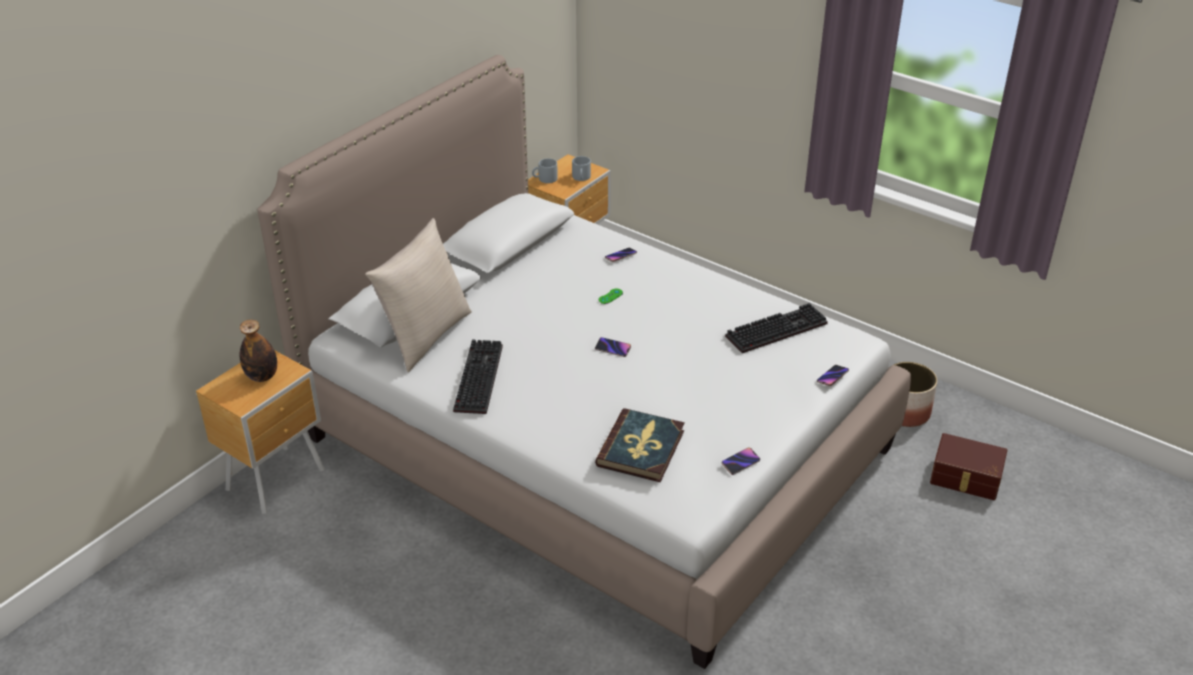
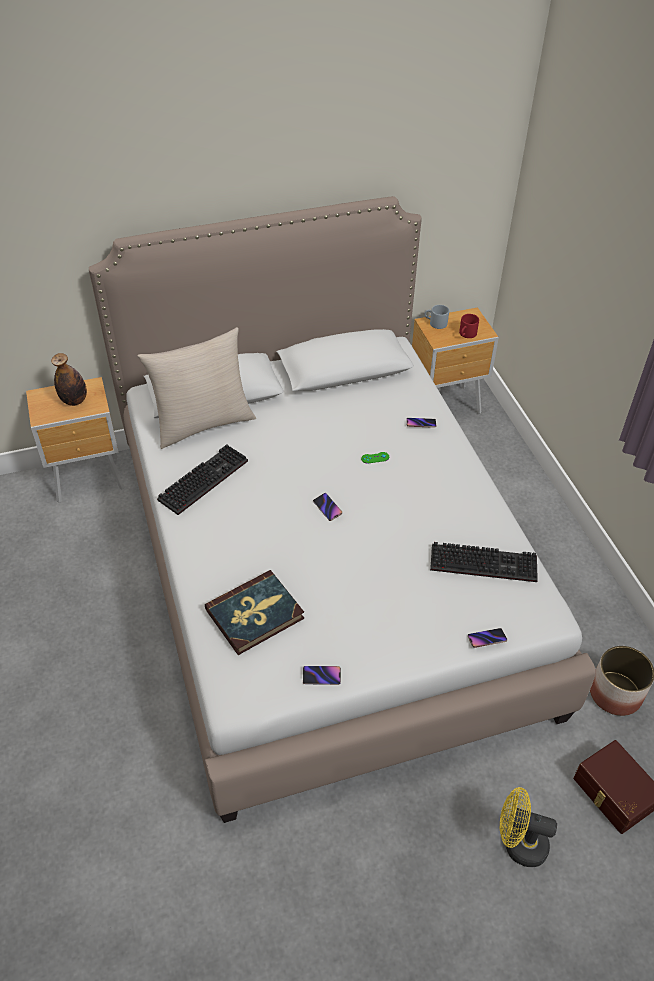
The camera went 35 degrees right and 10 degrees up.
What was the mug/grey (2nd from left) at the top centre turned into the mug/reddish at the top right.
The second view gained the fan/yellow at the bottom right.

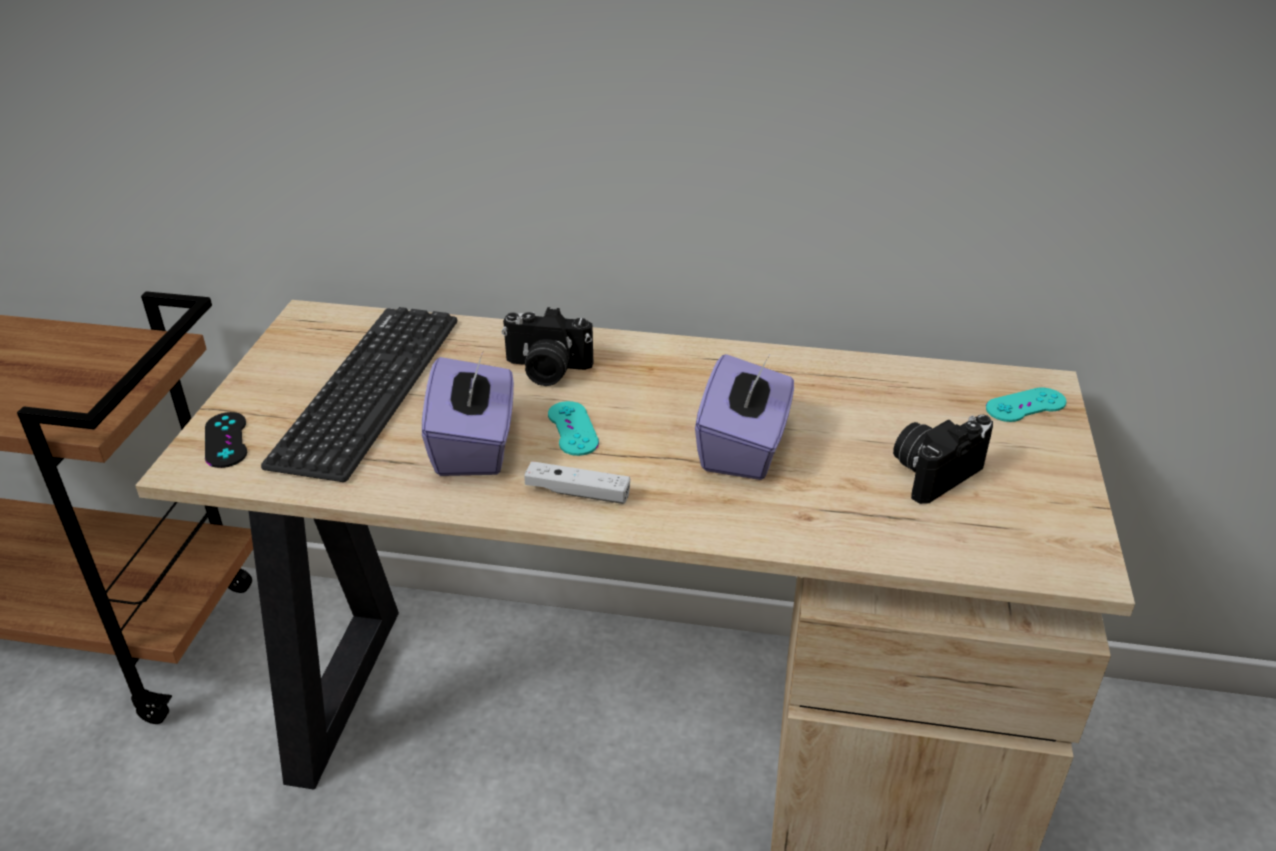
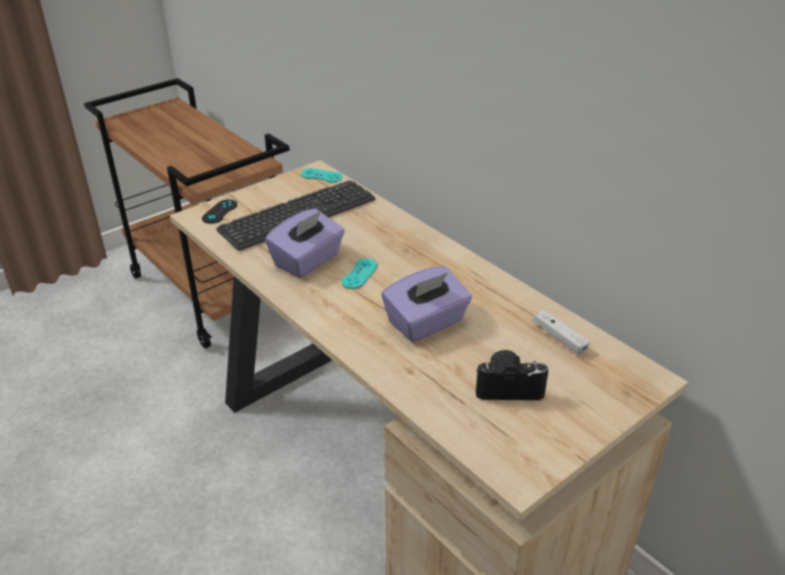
The camera went 40 degrees right and 0 degrees up.
The second view lost the photo camera (1st from left) at the centre.
The joypad/turquoise-coloured (2nd from left in the first image) ended up elsewhere, having gone from the middle right to the top centre.
The joypad/white ended up elsewhere, having gone from the centre to the middle right.

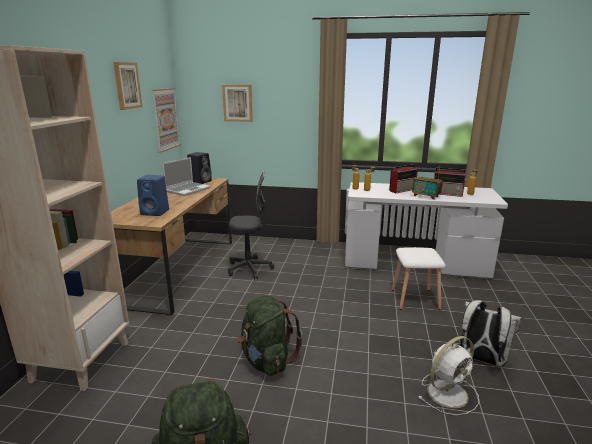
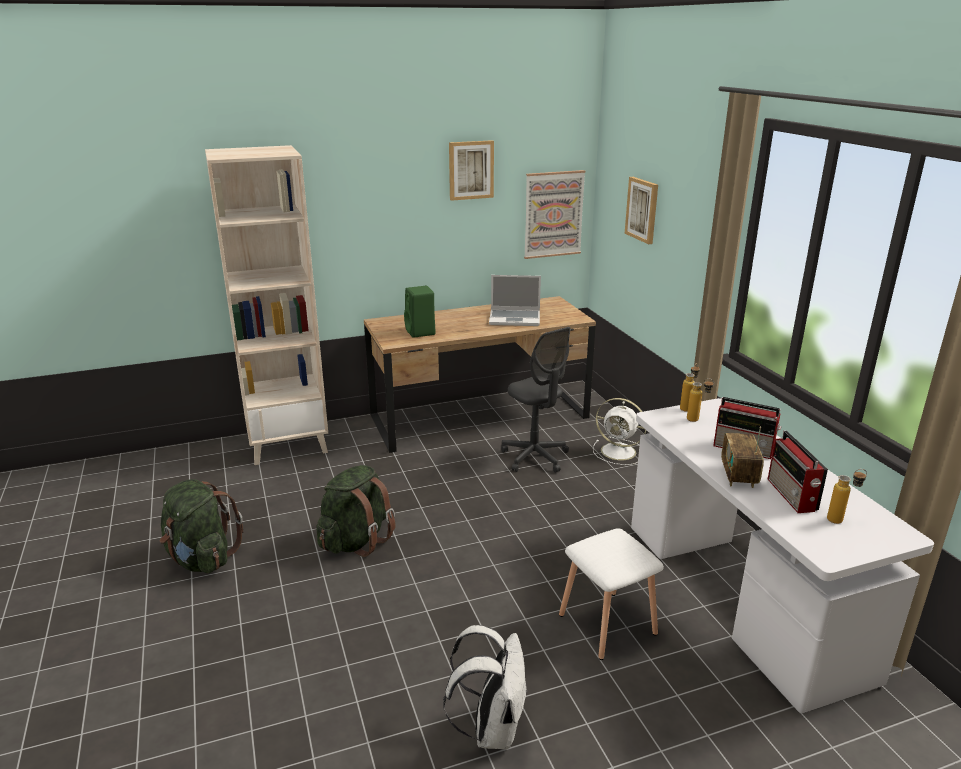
The camera went 60 degrees right and 5 degrees up.
The second view lost the speaker/black at the centre.
What was the speaker/blue-coloured at the middle left turned into the speaker/green at the centre.
The fan/white ended up elsewhere, having gone from the bottom right to the centre.

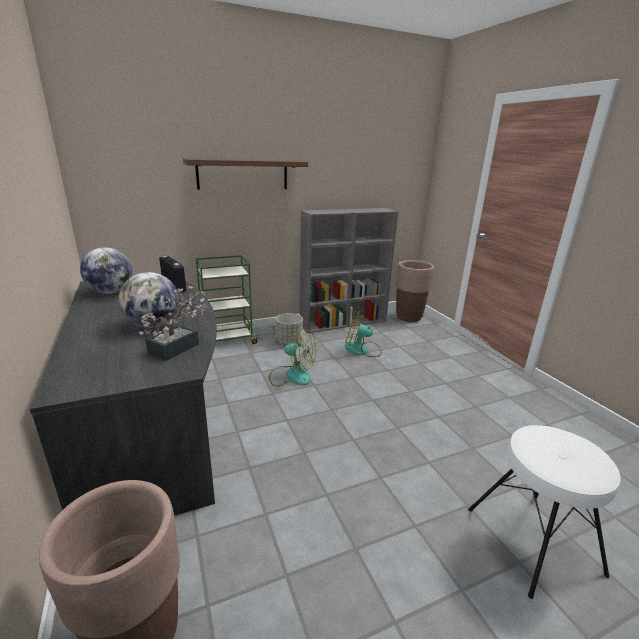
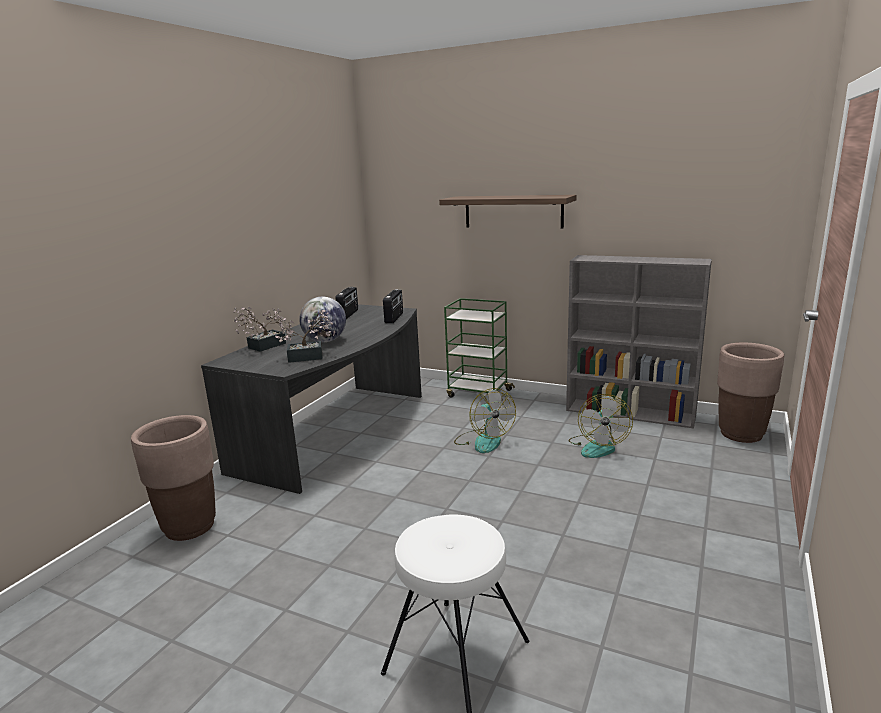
The camera went 50 degrees right and 5 degrees down.
Where the desk globe (1st from left) stood at the middle left, the radio receiver (1st from left) came to stand at the centre.
The fan (2nd from left) at the centre ended up facing another way, 135 degrees counterclockwise from before.
The second view lost the plant pot/grey at the centre.
The second view gained the houseplant (1st from left) at the middle left.

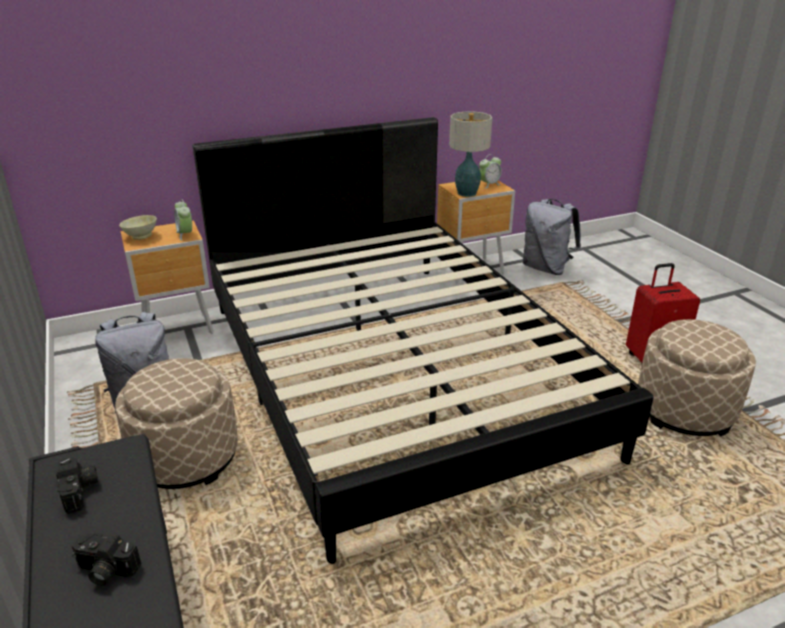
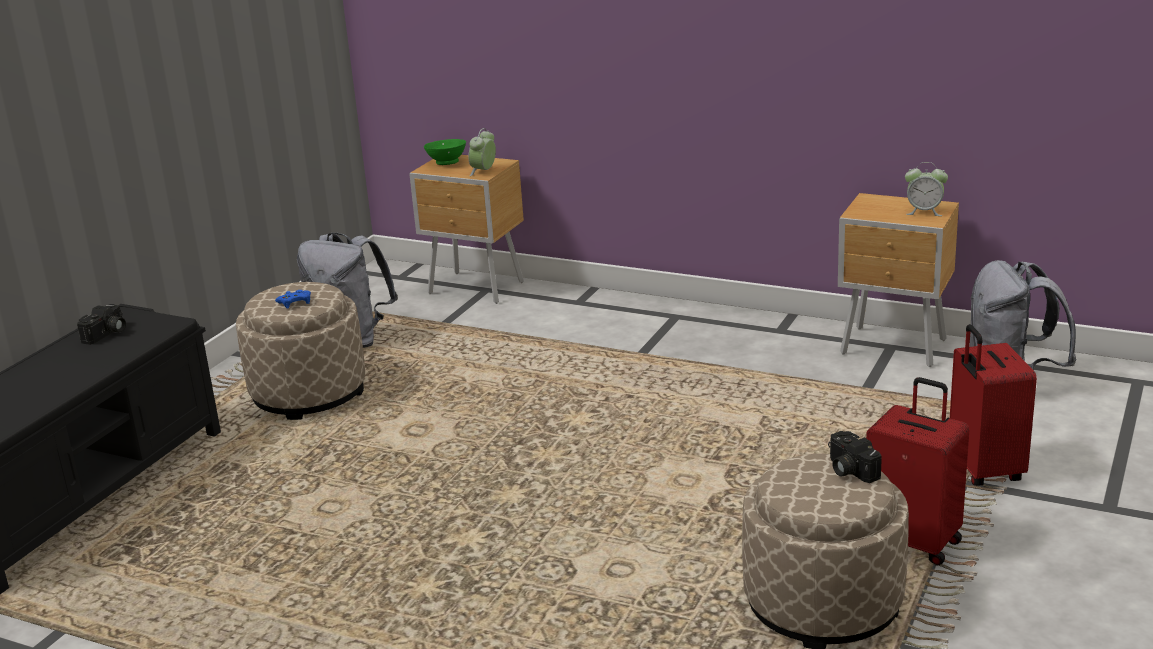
The camera went 50 degrees right and 5 degrees down.
The second view lost the table lamp at the top centre.
The second view lost the sleeping bed/black at the centre.
What was the deep dish/beige at the middle left turned into the deep dish/green at the top centre.
The photo camera (2nd from left) ended up elsewhere, having gone from the bottom left to the bottom right.
The second view gained the joypad/blue-coloured at the middle left.
The second view gained the suitcase/reddish (2nd from left) at the middle right.

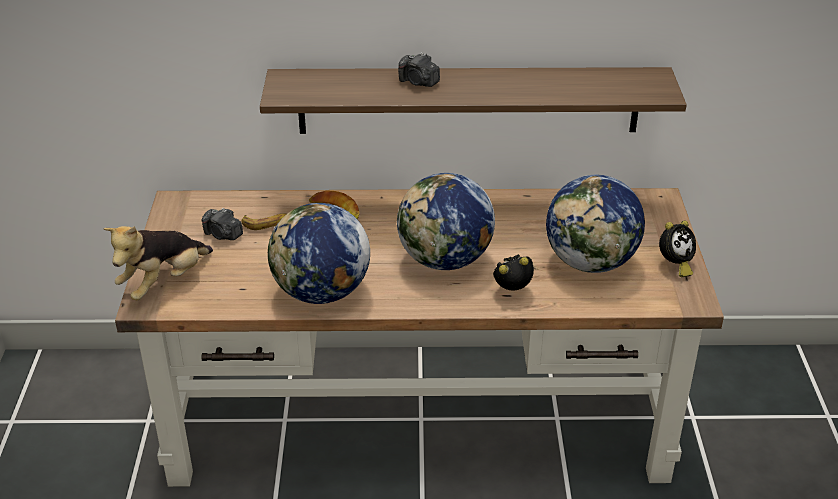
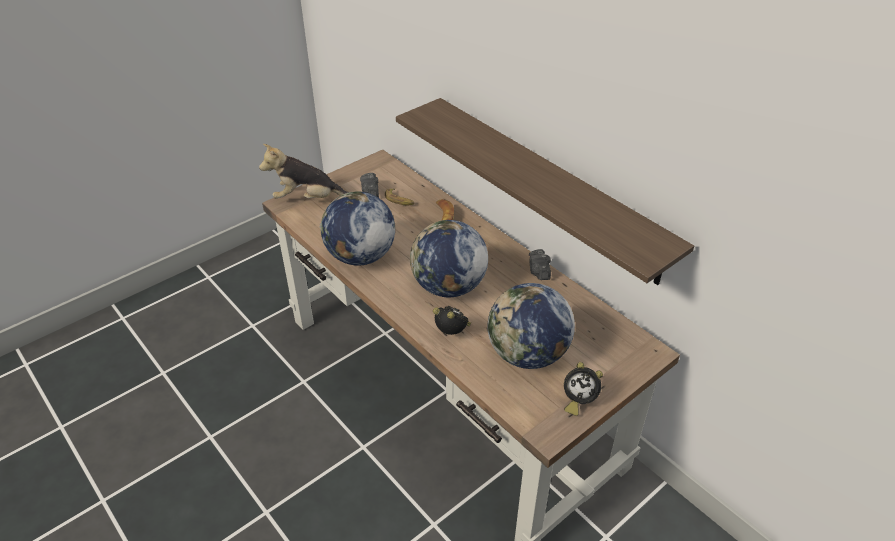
The camera went 50 degrees right and 5 degrees up.
The photo camera (2nd from left) ended up elsewhere, having gone from the top centre to the centre.

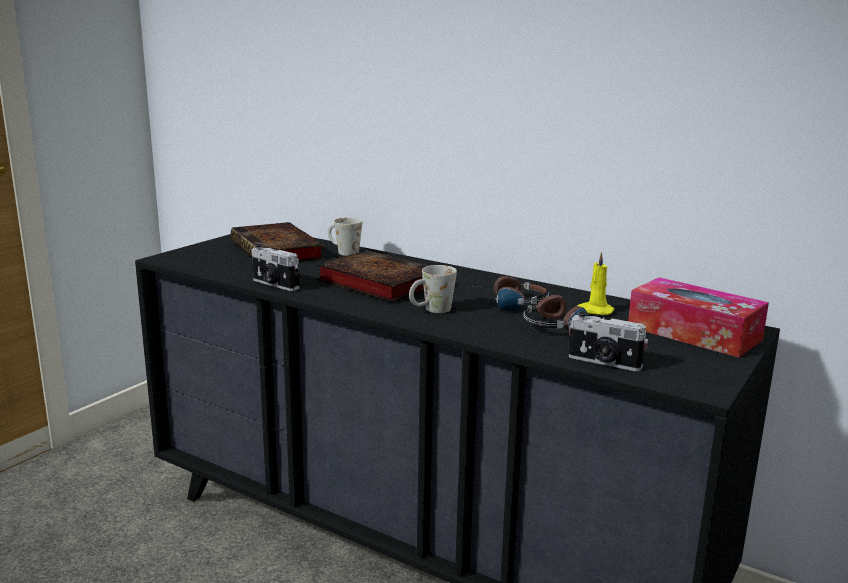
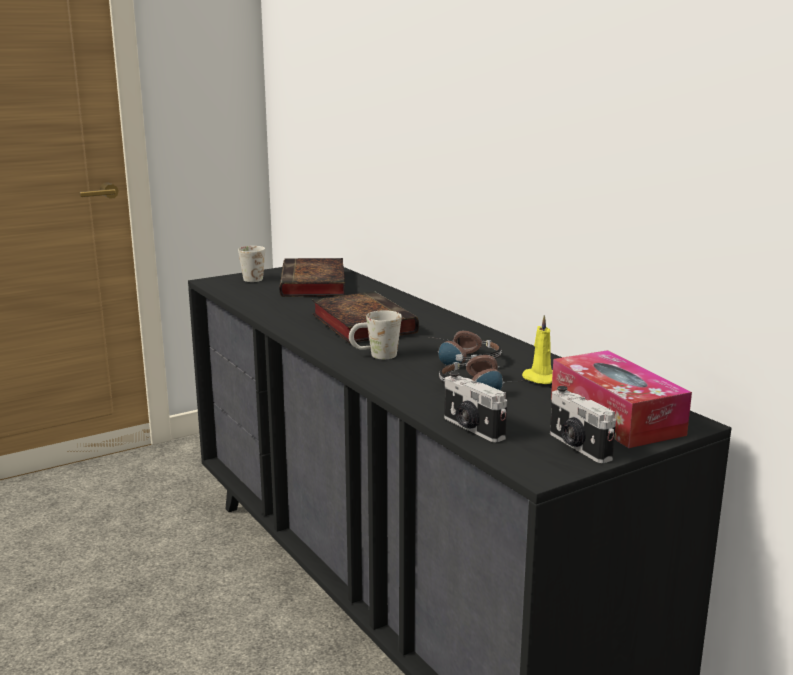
The camera went 25 degrees right and 0 degrees up.
The mug/white (1st from left) ended up elsewhere, having gone from the centre to the middle left.
The photo camera (1st from left in the first image) ended up elsewhere, having gone from the middle left to the middle right.

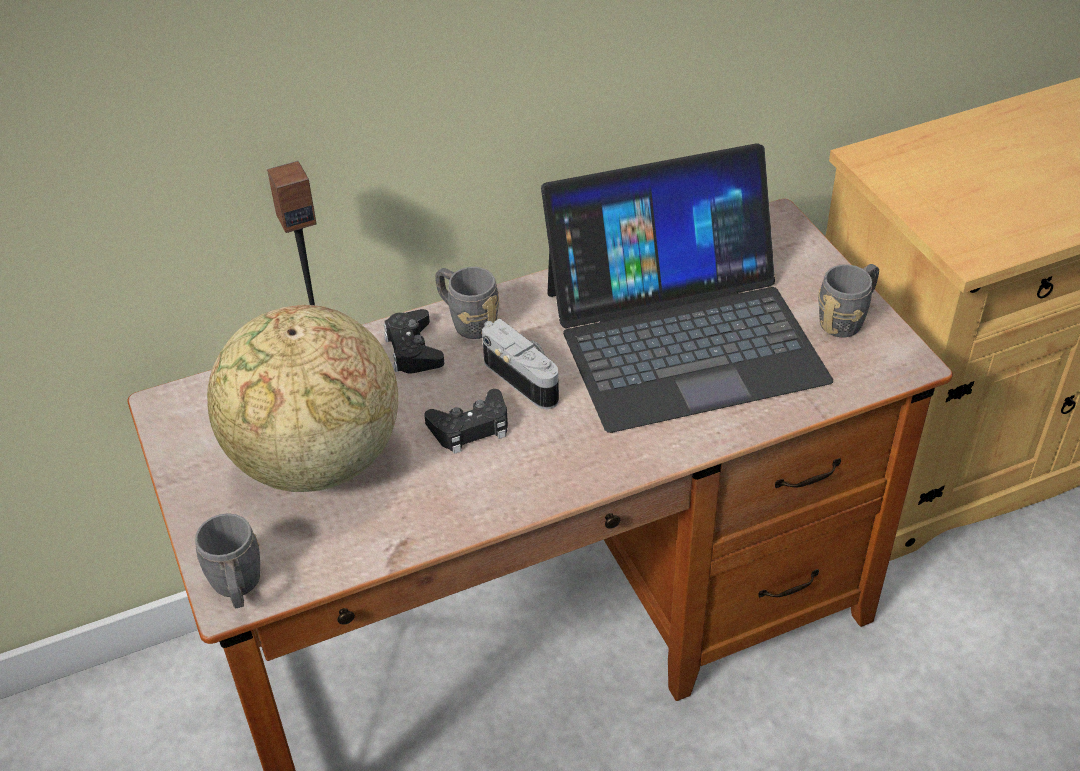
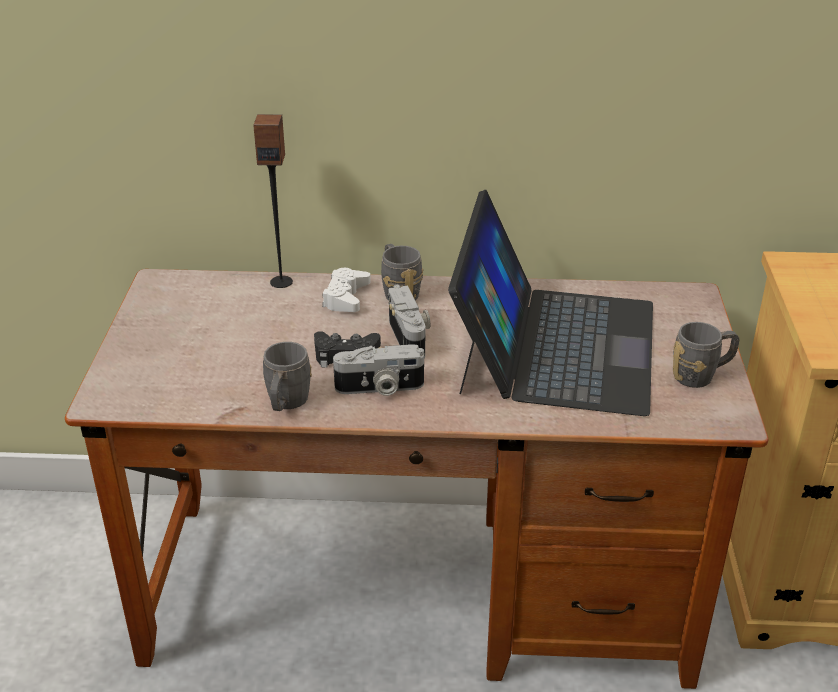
The camera went 25 degrees right and 10 degrees down.
The portable computer at the centre ended up facing another way, 90 degrees counterclockwise from before.
The second view lost the desk globe at the middle left.
What was the joypad/black (1st from left) at the centre turned into the joypad/white at the centre.
The mug/grey (1st from left) ended up elsewhere, having gone from the bottom left to the centre.
The second view gained the photo camera (1st from left) at the centre.

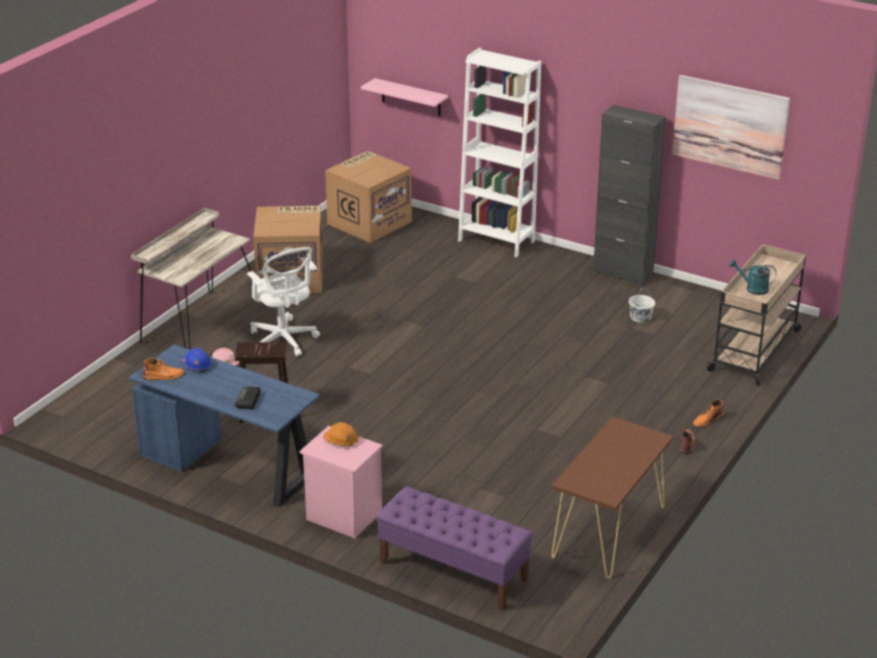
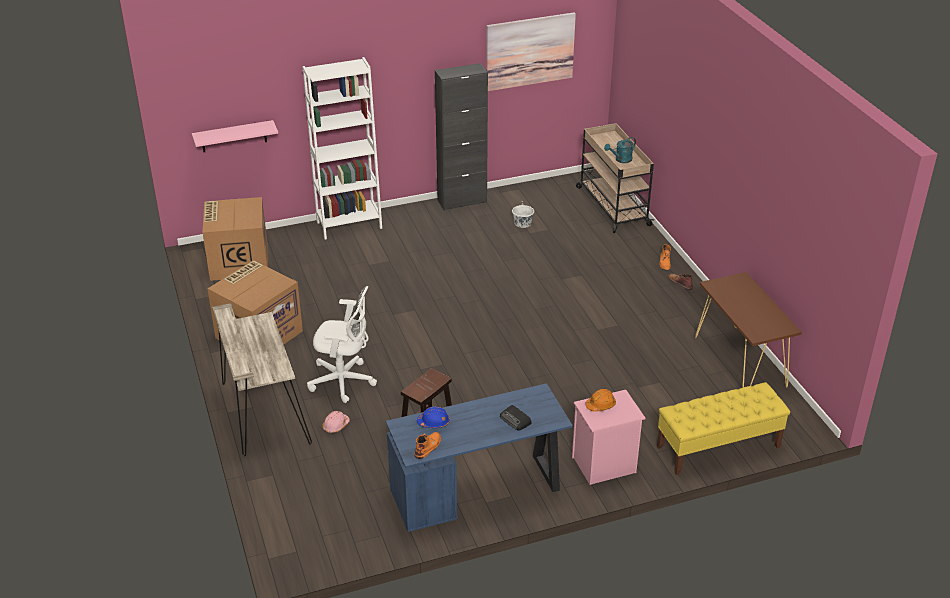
The camera went 50 degrees left and 5 degrees up.
What was the indoor bench/purple at the bottom centre turned into the indoor bench/yellow at the bottom right.

